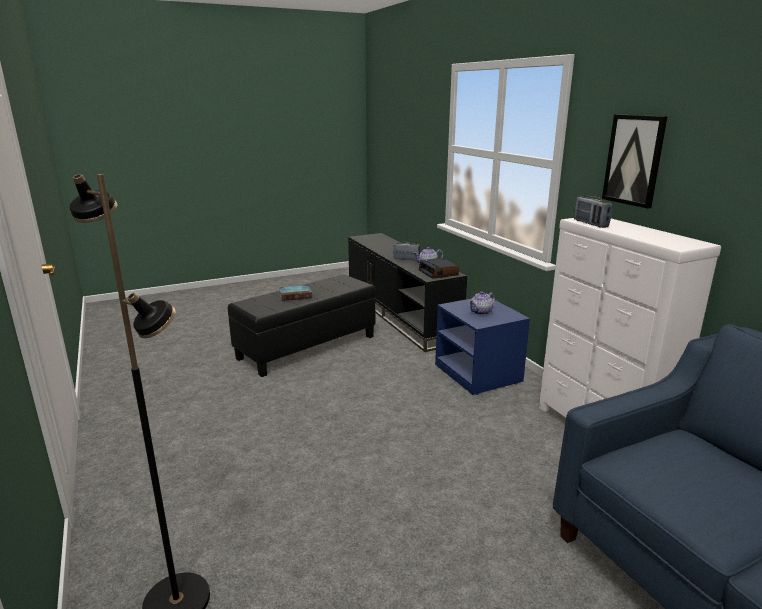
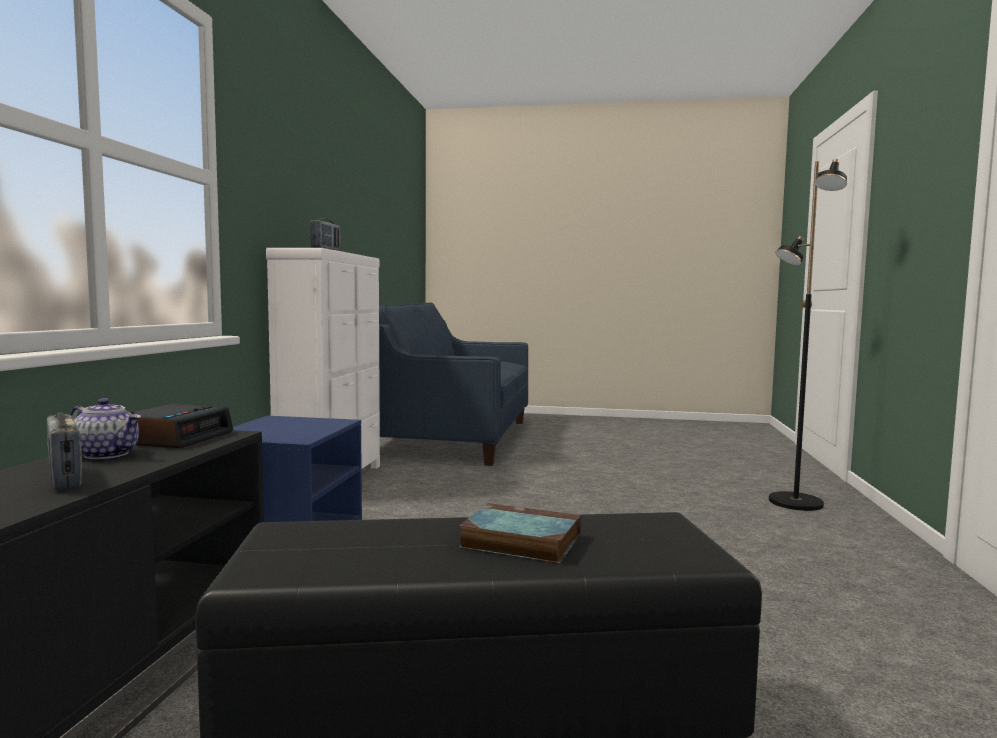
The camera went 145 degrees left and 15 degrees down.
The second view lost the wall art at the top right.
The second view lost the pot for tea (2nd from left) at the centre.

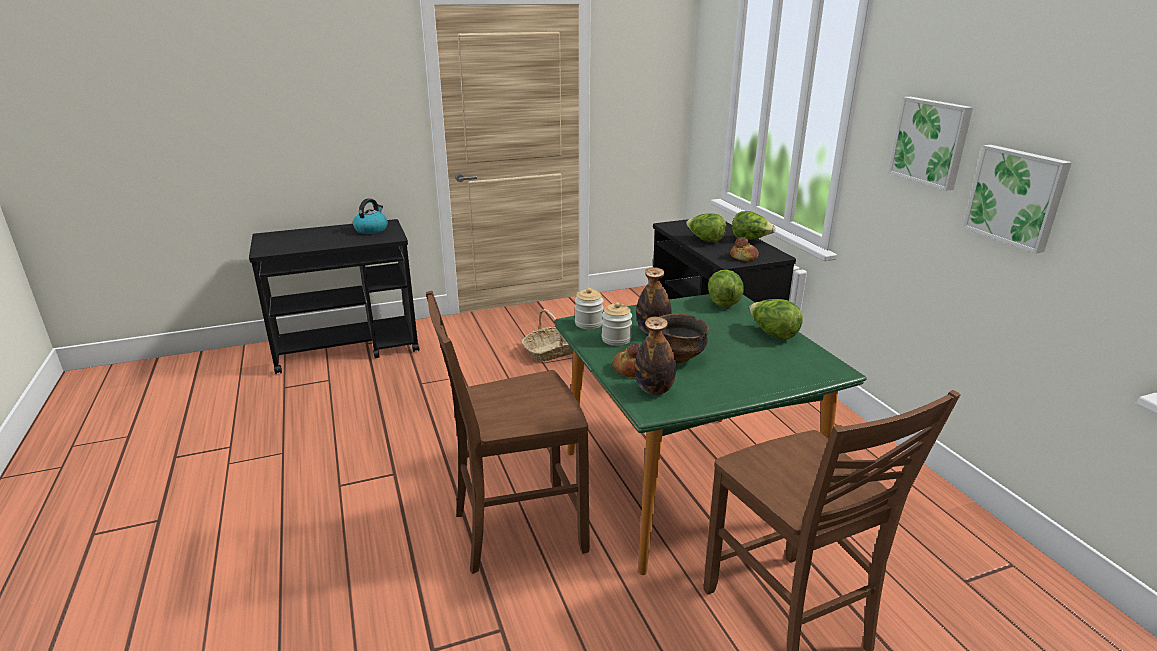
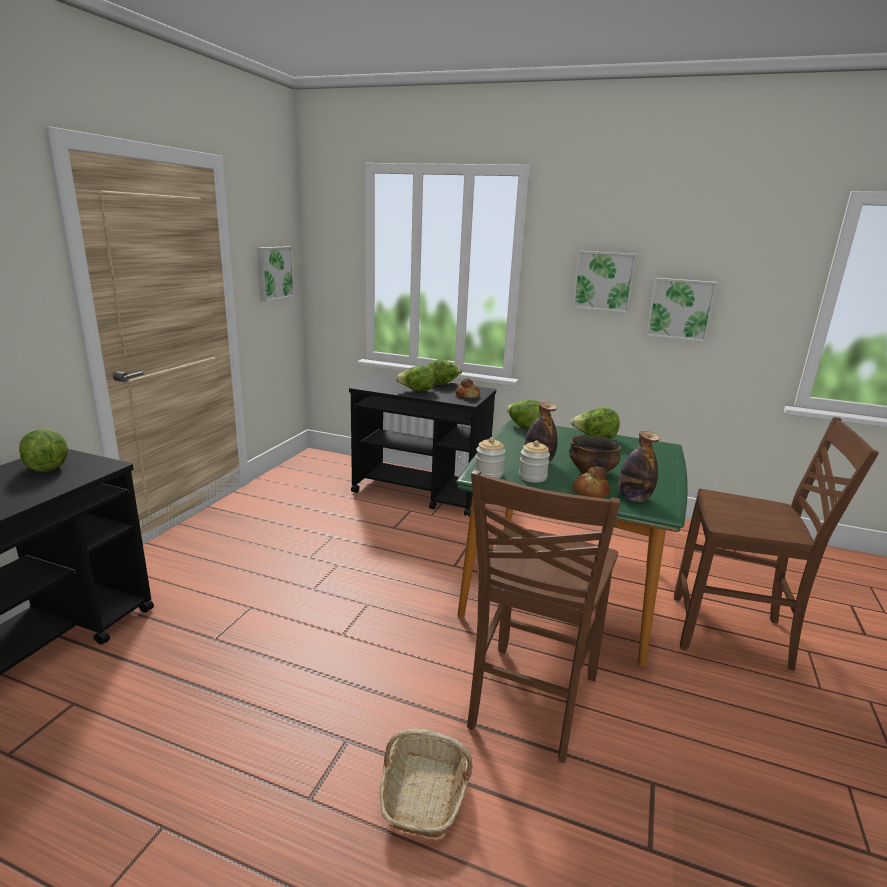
The camera went 50 degrees left and 5 degrees down.
Where the water kettle stood at the top left, the lettuce head (1st from left) came to stand at the middle left.
The basket ended up elsewhere, having gone from the centre to the bottom centre.
The second view gained the wall art (1st from left) at the top left.

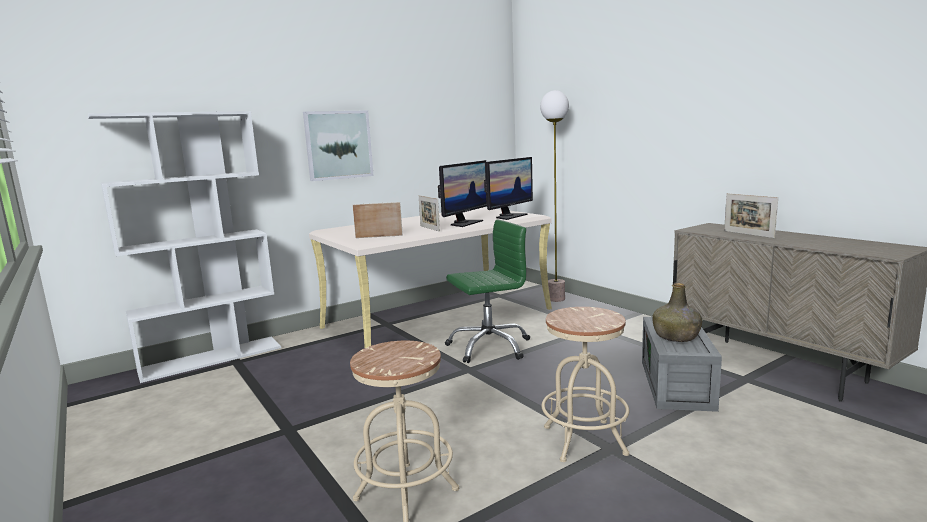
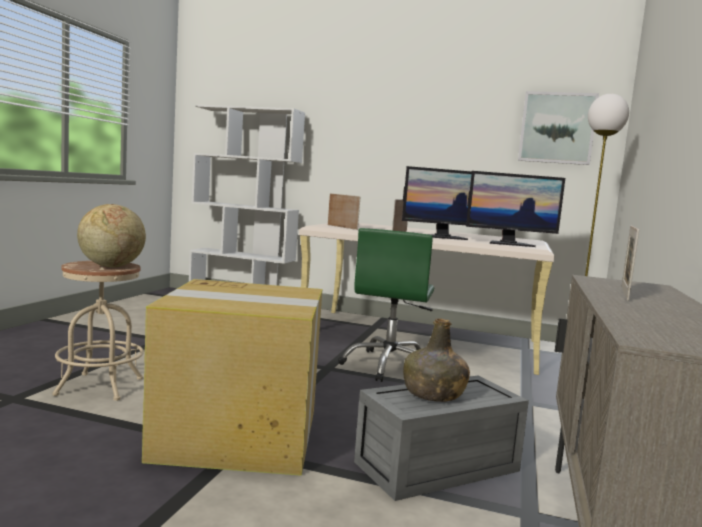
The camera went 50 degrees right and 5 degrees down.
The wall art ended up elsewhere, having gone from the top centre to the top right.
The office chair/green at the centre ended up facing another way, 75 degrees clockwise from before.
Where the stool seat/beige (2nd from left) stood at the bottom centre, the packing box came to stand at the bottom left.
The second view gained the desk globe at the middle left.

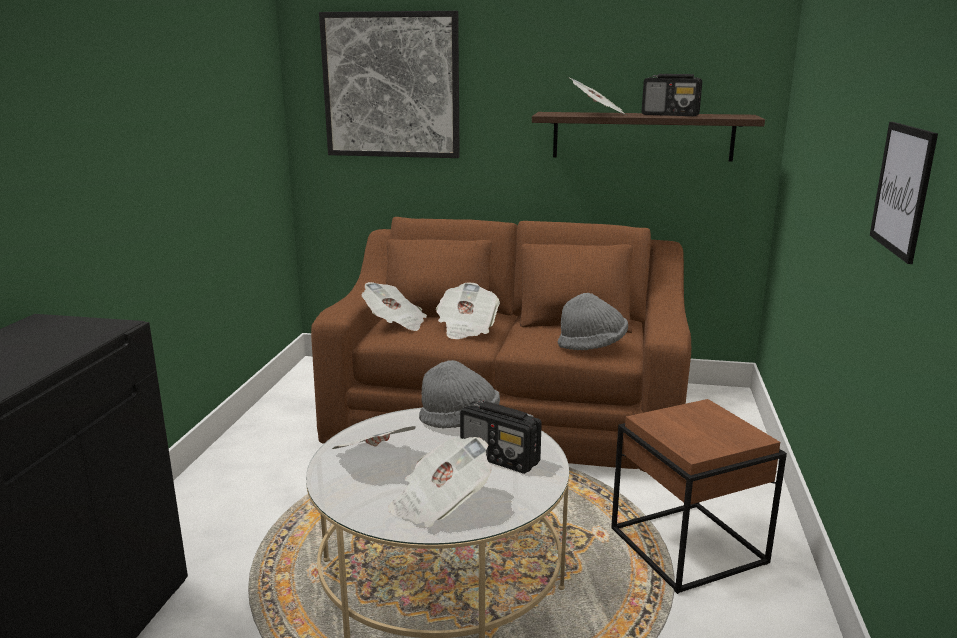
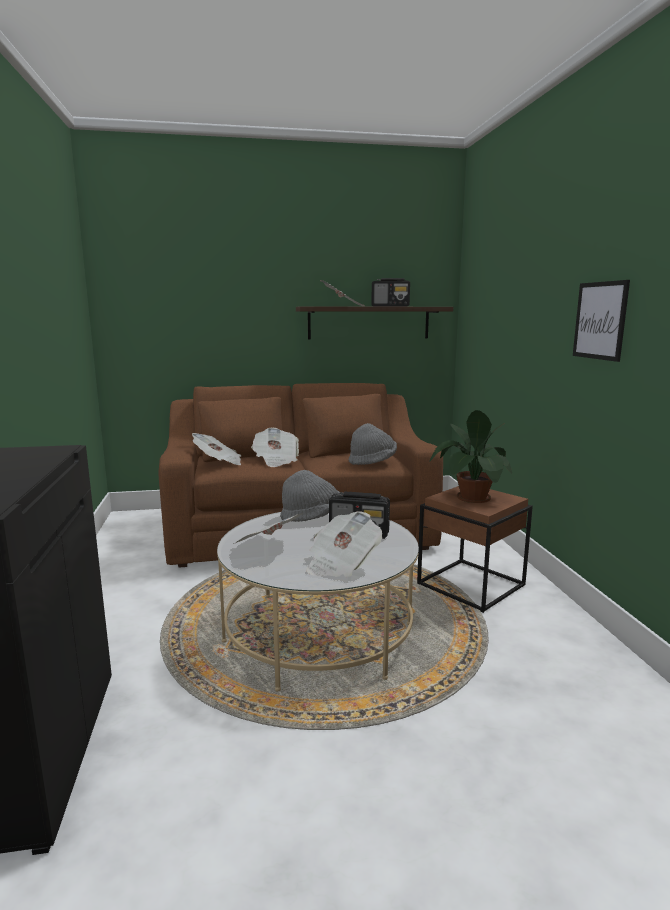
The camera went 20 degrees left and 5 degrees down.
The second view lost the wall art (1st from left) at the top centre.
The second view gained the houseplant at the middle right.

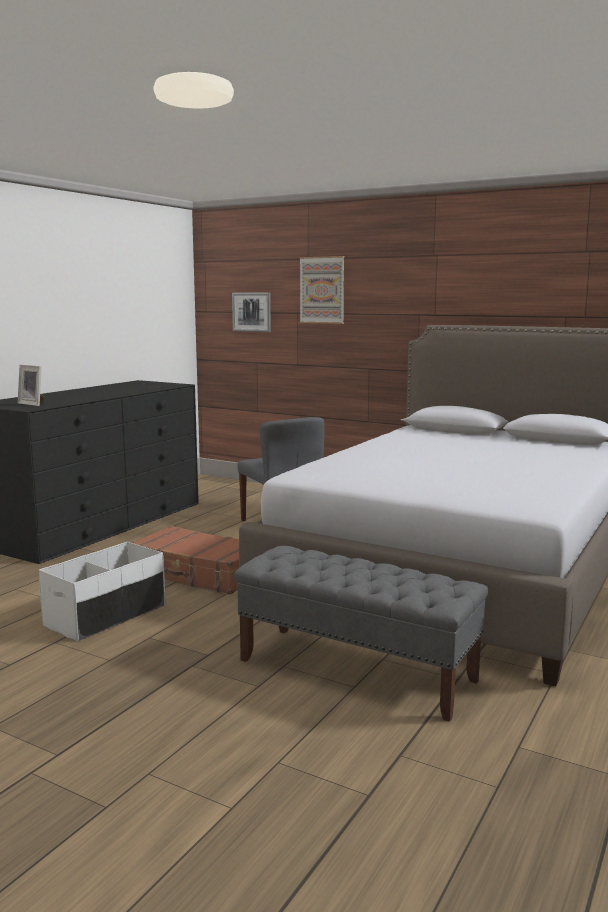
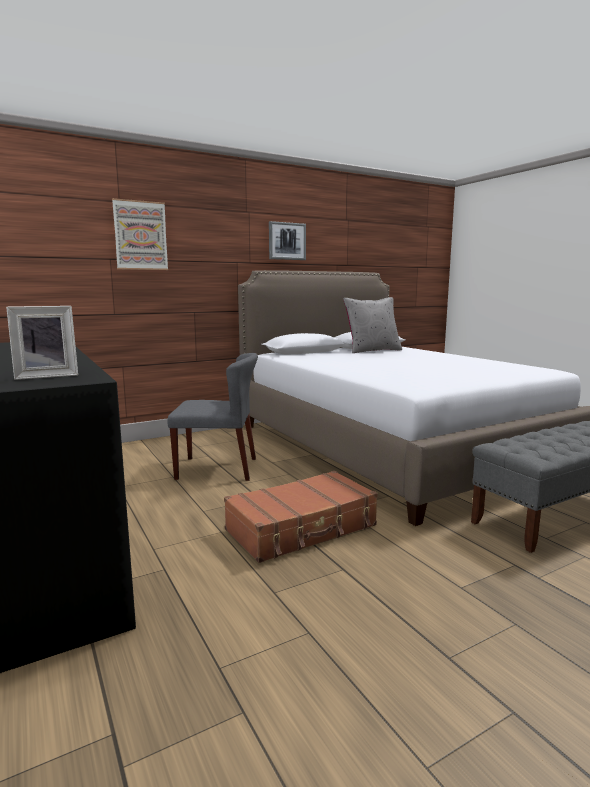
The camera went 60 degrees left and 0 degrees up.
The wall art (1st from left in the first image) ended up elsewhere, having gone from the centre to the top centre.
The second view lost the storage bin/white at the middle left.
The second view gained the throw pillow/grey at the centre.

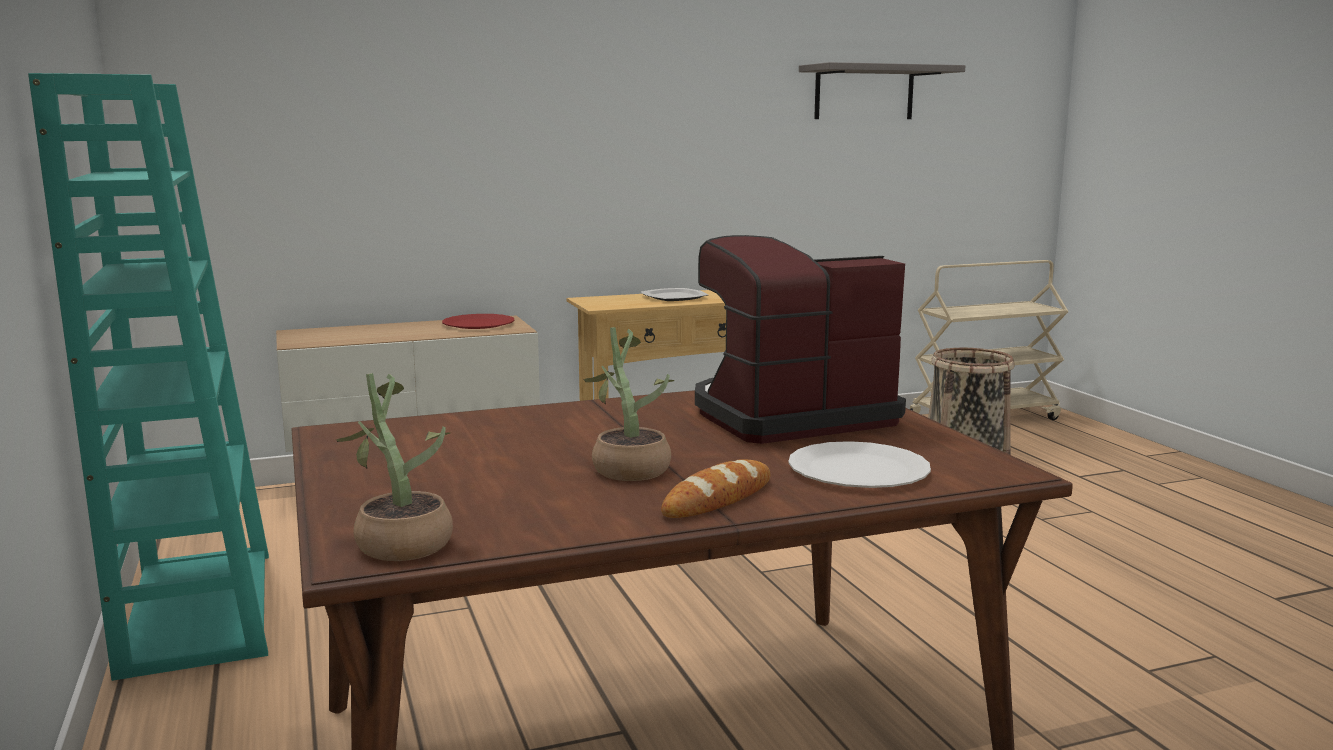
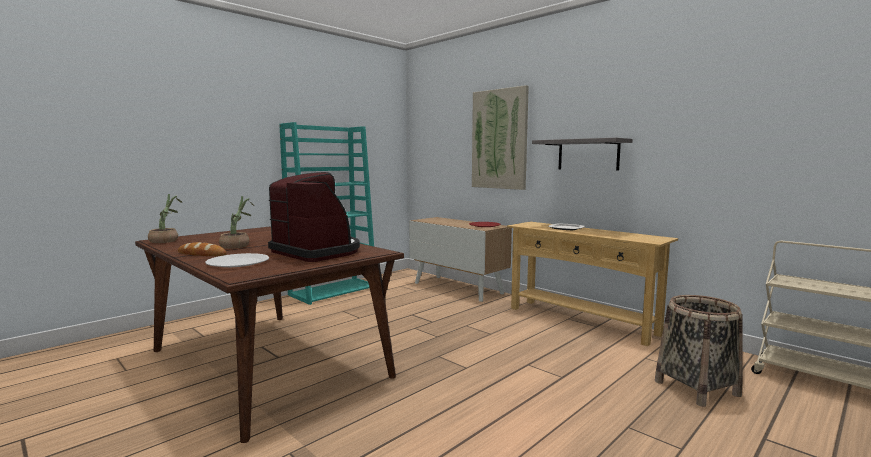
The camera went 65 degrees right and 5 degrees down.
The bracket shelf/grey ended up elsewhere, having gone from the top centre to the middle right.
The second view gained the wall art at the top centre.

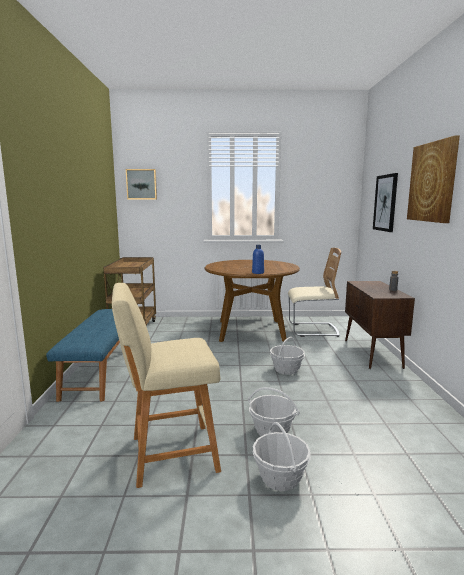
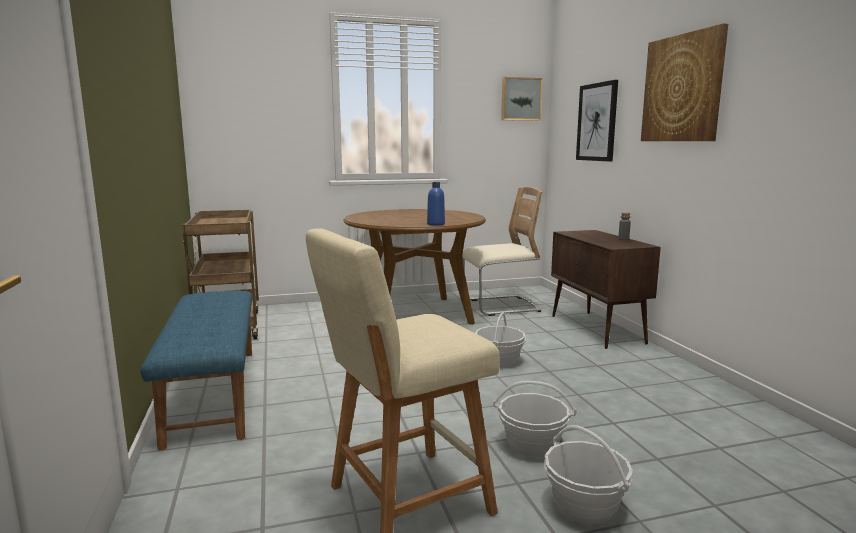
The camera went 15 degrees left and 0 degrees up.
The wall art (1st from left) ended up elsewhere, having gone from the top left to the top centre.

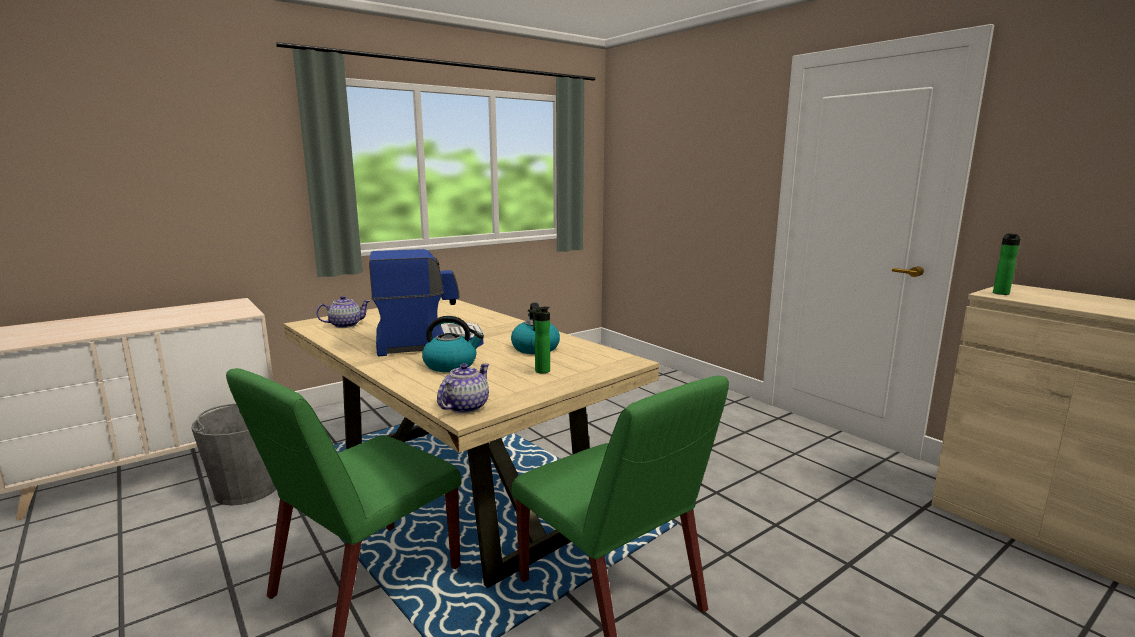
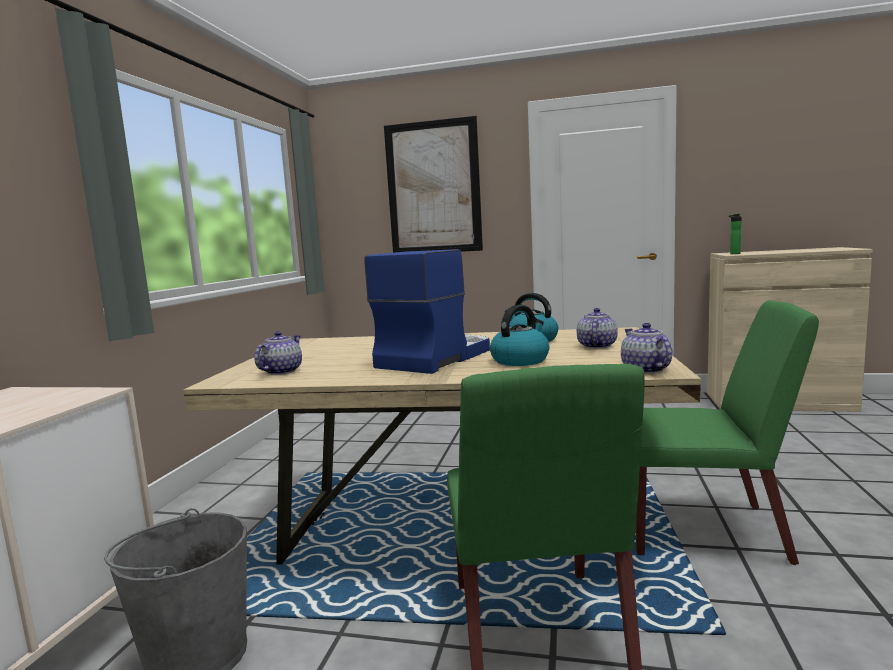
The camera went 40 degrees left and 5 degrees down.
Where the bottle (1st from left) stood at the centre, the pot for tea (2nd from left) came to stand at the middle right.
The second view gained the wall art at the top centre.

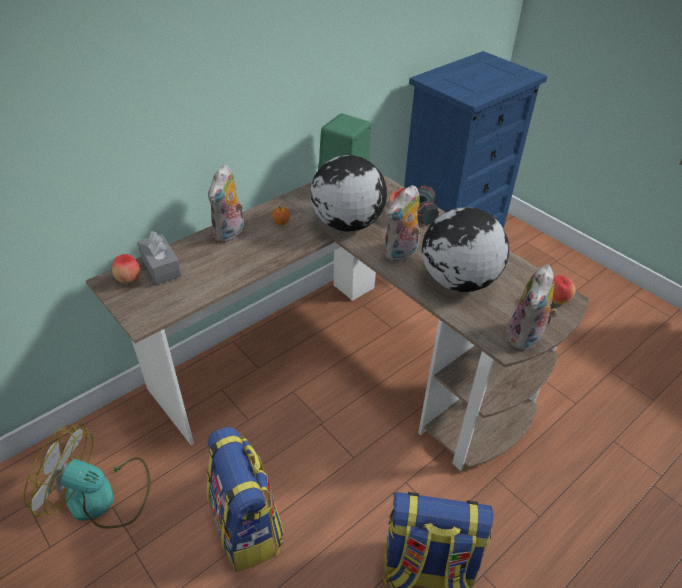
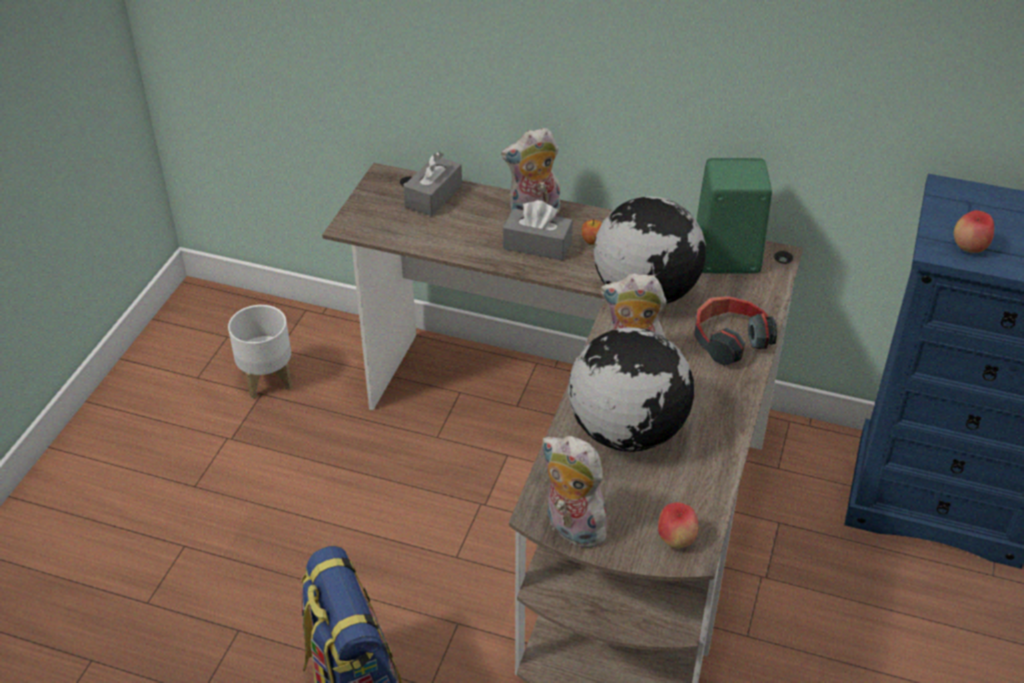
The camera went 60 degrees right and 0 degrees up.
The apple (1st from left in the first image) ended up elsewhere, having gone from the middle left to the middle right.
The soft toy (3rd from left in the first image) at the middle right ended up facing another way, 45 degrees clockwise from before.
Where the fan stood at the bottom left, the plant pot/white came to stand at the middle left.
The second view lost the backpack (1st from left) at the bottom centre.
The second view gained the box of tissues/grey (2nd from left) at the centre.

